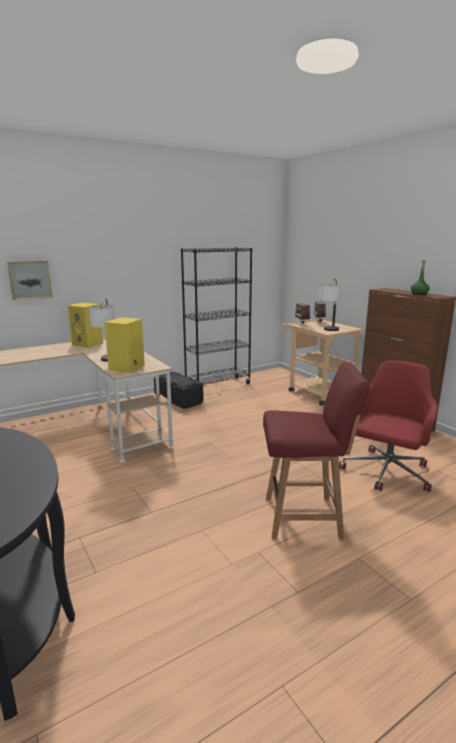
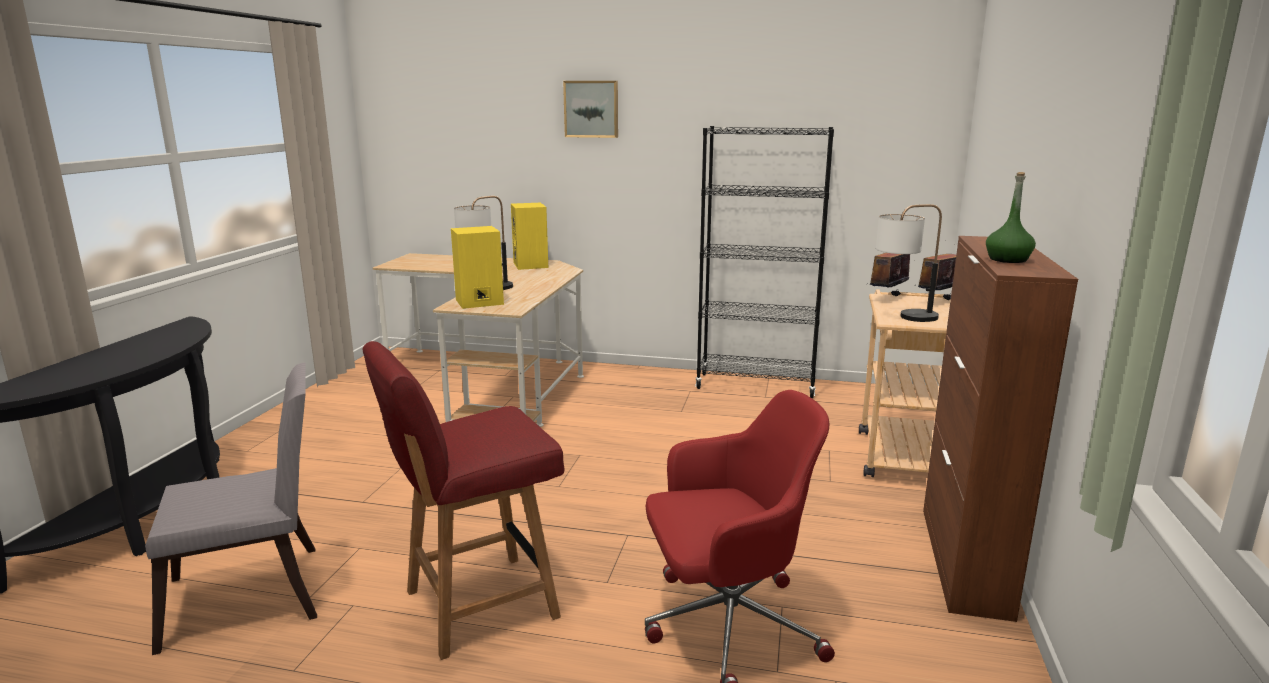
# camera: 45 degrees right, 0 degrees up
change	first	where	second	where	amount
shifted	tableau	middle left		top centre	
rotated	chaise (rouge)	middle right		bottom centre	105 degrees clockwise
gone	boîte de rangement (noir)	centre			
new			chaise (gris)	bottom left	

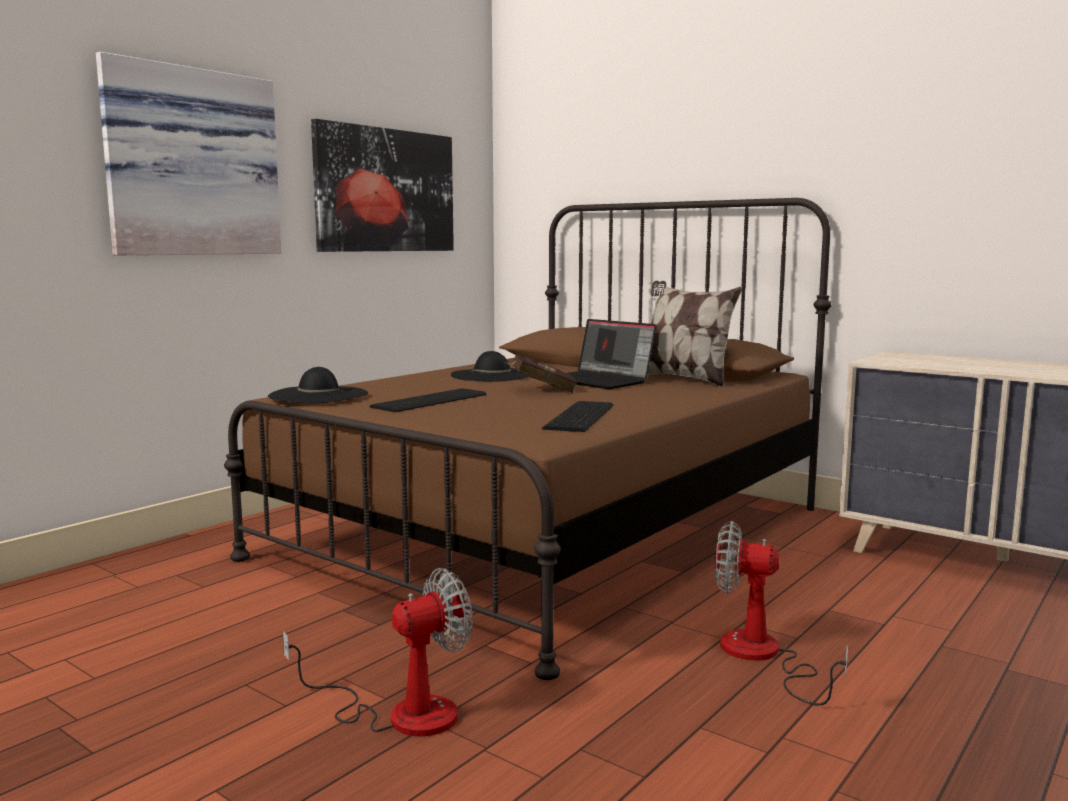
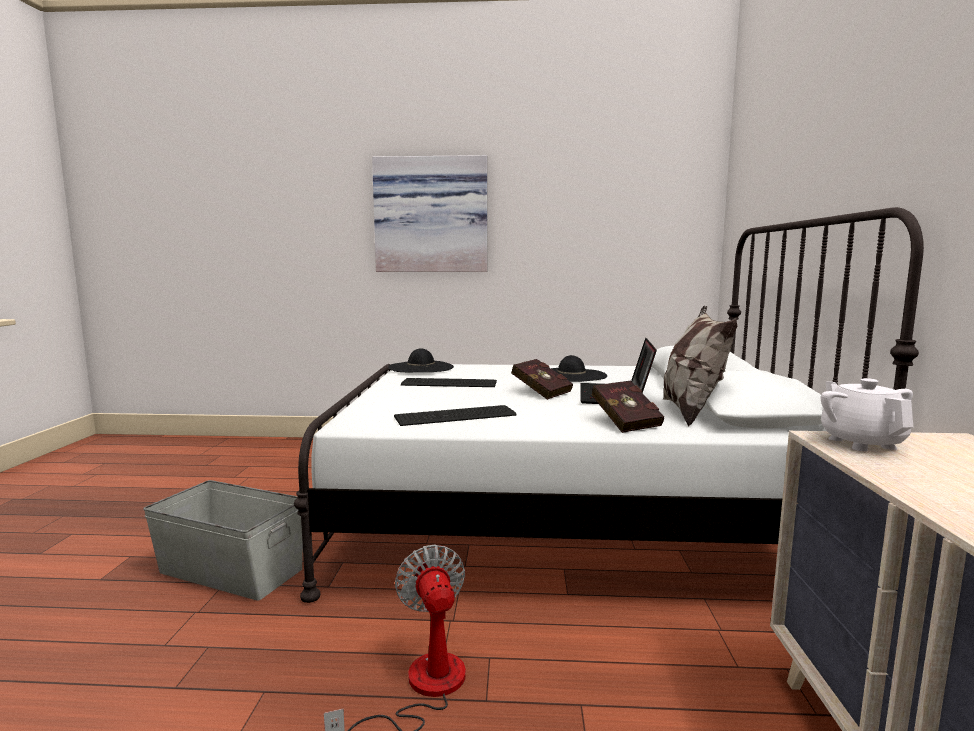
# camera: 55 degrees right, 0 degrees up
change	first	where	second	where	amount
gone	tableau (no. 2 from left)	top centre			
repainted	lit (marron)	centre	lit (blanc)	centre	
swapped	ventilateur (no. 1 from left)	bottom centre	boîte de rangement (gris)	bottom left	
new			théière (blanc)	middle right	
new			livre (rouge) (no. 2 from left)	centre	

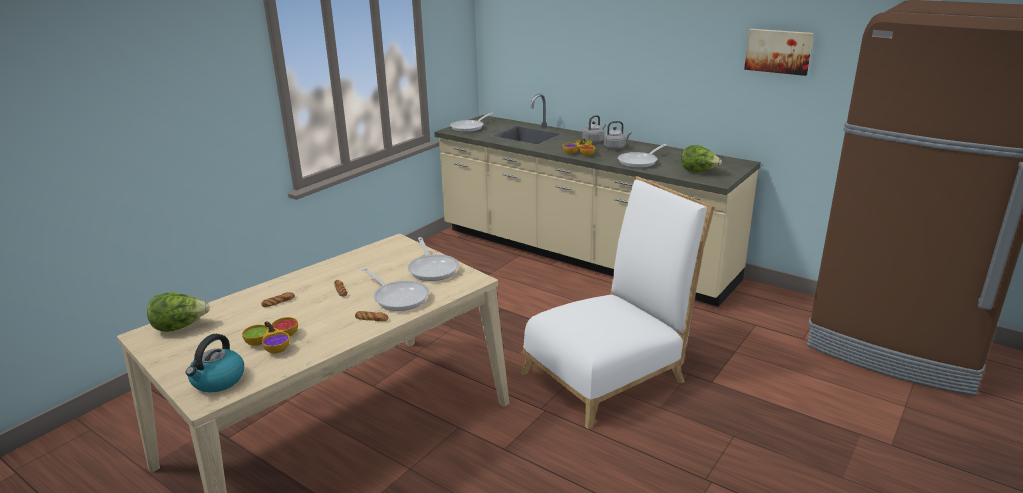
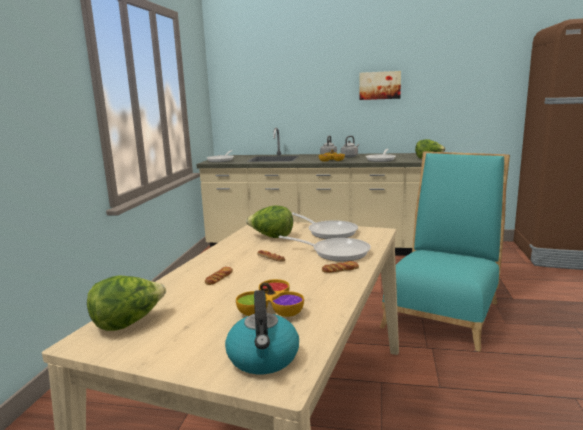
# camera: 25 degrees left, 10 degrees down
change	first	where	second	where	amount
shifted	tableau	top right		top centre	
repainted	chaise (blanc)	centre	chaise (turquoise)	middle right	
new			laitue (no. 2 from left)	centre	

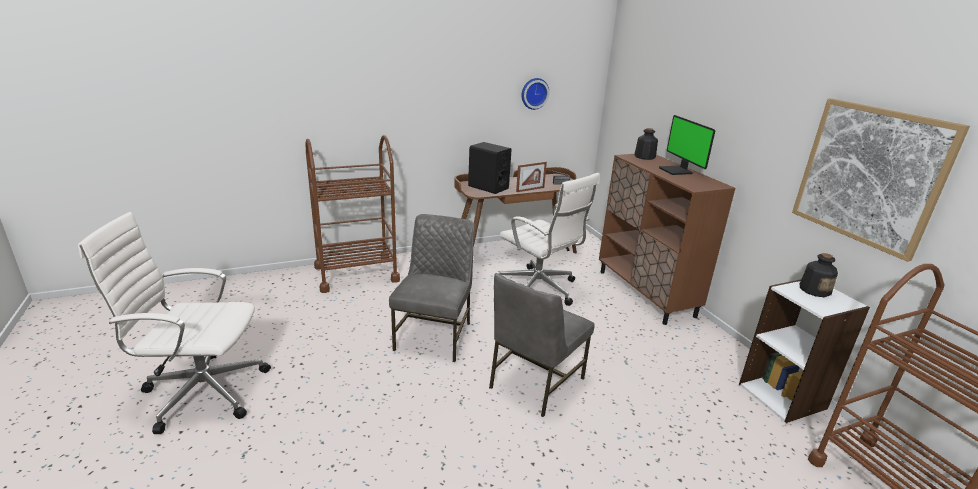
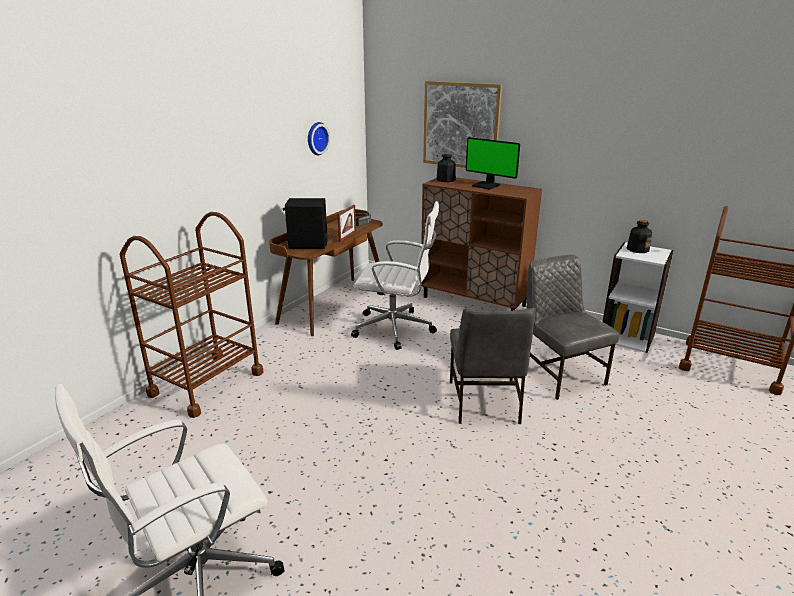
# camera: 35 degrees left, 0 degrees up
change	first	where	second	where	amount
shifted	tableau	middle right		top centre	
shifted	chaise (gris) (no. 1 from left in the first image)	centre	chaise (gris) (no. 2 from left)	middle right	

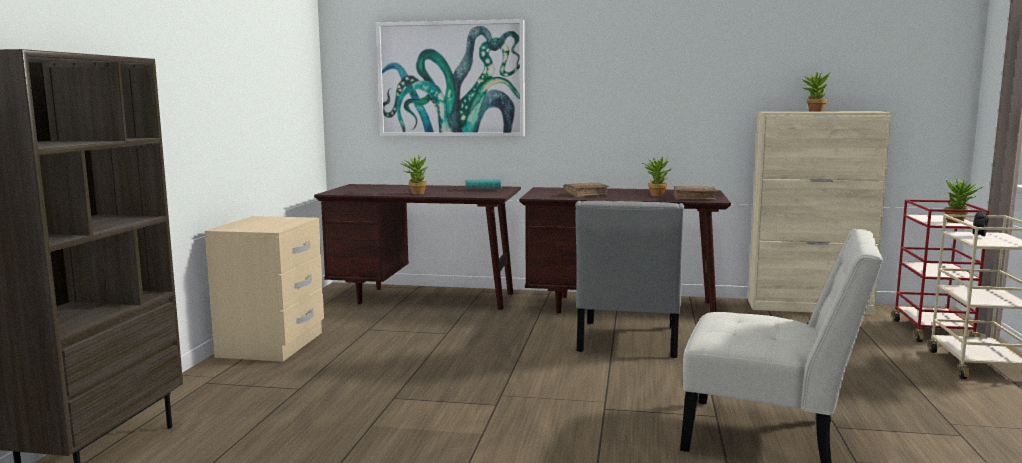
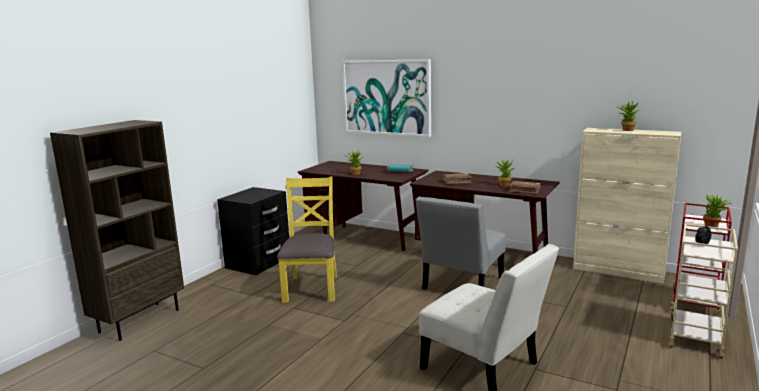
# camera: 20 degrees right, 5 degrees up
change	first	where	second	where	amount
repainted	table de chevet (beige)	middle left	table de chevet (noir)	centre	
new			chaise (jaune)	centre	

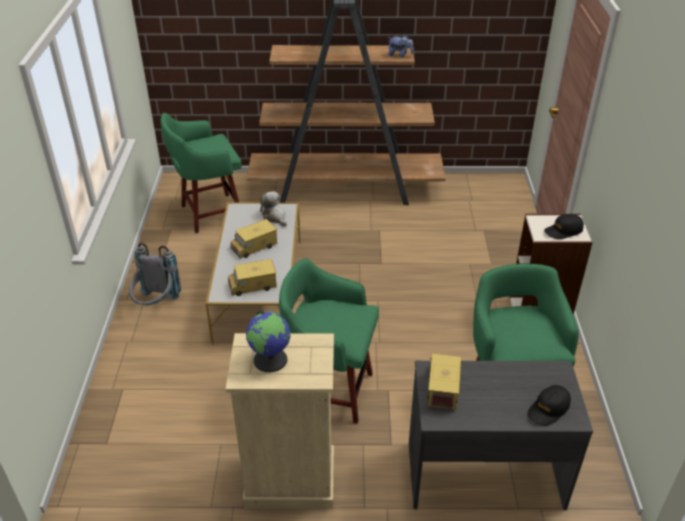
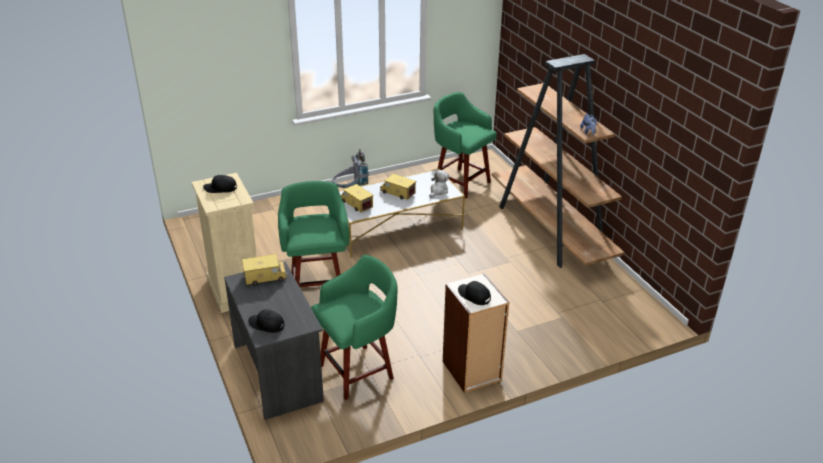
# camera: 65 degrees right, 5 degrees down
change	first	where	second	where	amount
swapped	globe	centre	casquette (noir) (no. 1 from left)	middle left	

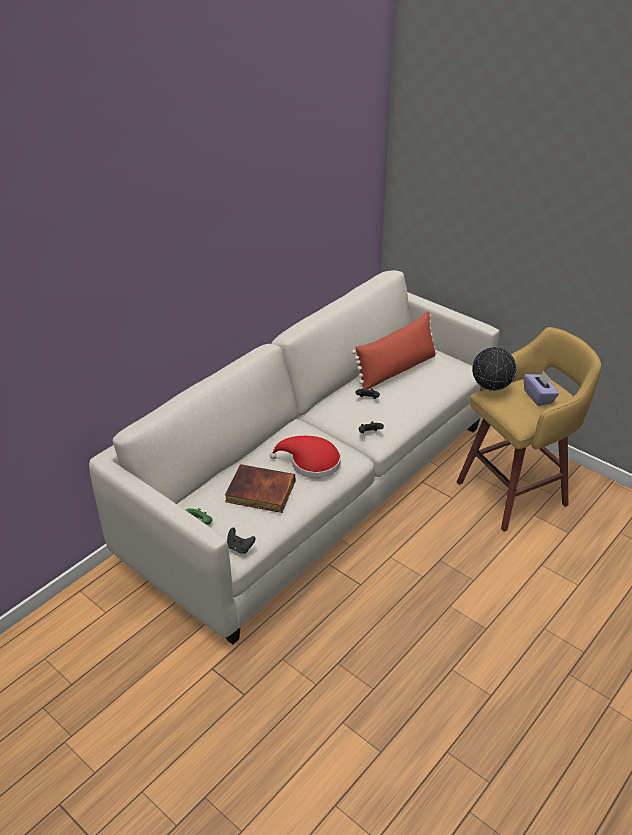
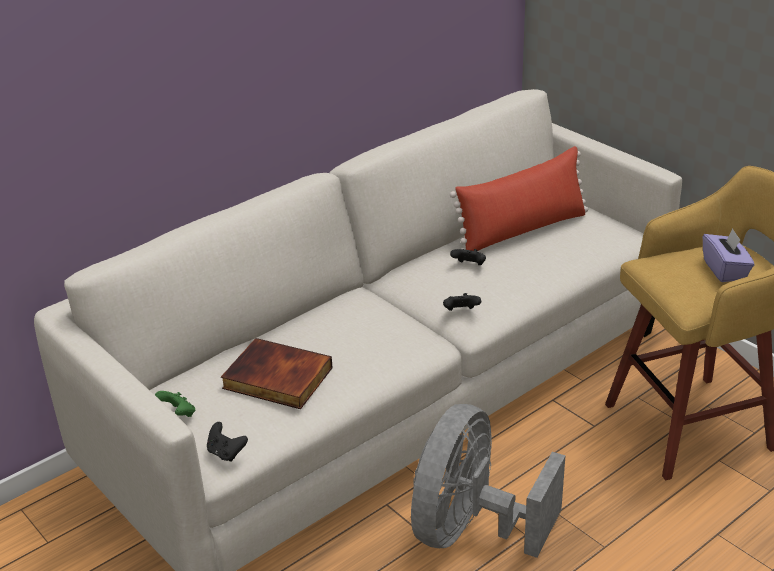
# camera: 10 degrees right, 5 degrees down
change	first	where	second	where	amount
gone	globe	middle right			
gone	chapeau (rouge)	centre			
new			ventilateur (gris)	bottom centre	

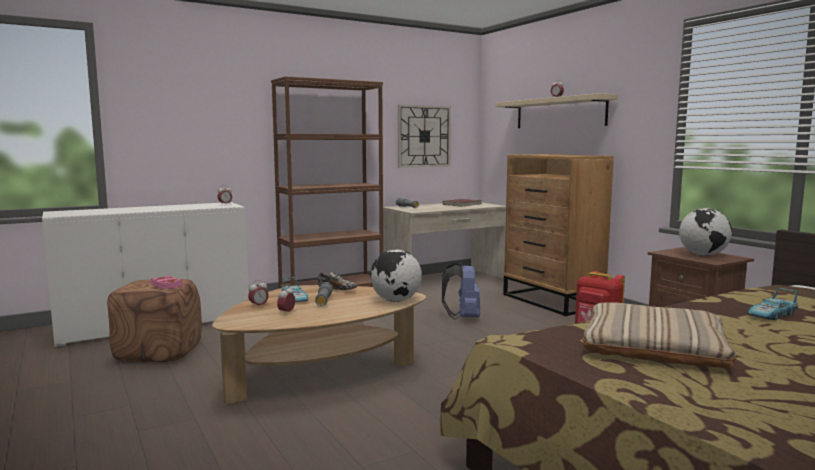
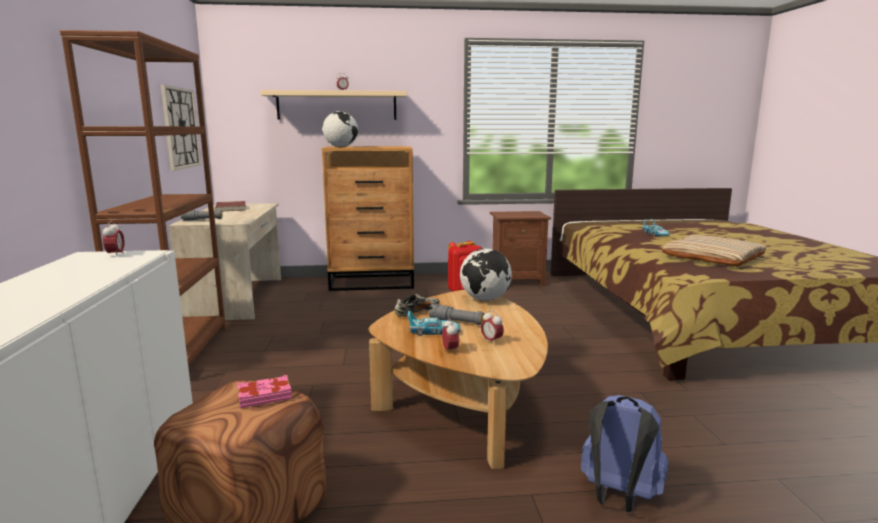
# camera: 65 degrees left, 5 degrees up
change	first	where	second	where	amount
shifted	globe (no. 2 from left in the first image)	middle right	globe (no. 1 from left)	top centre	
shifted	sac à dos (bleu)	centre		bottom right	

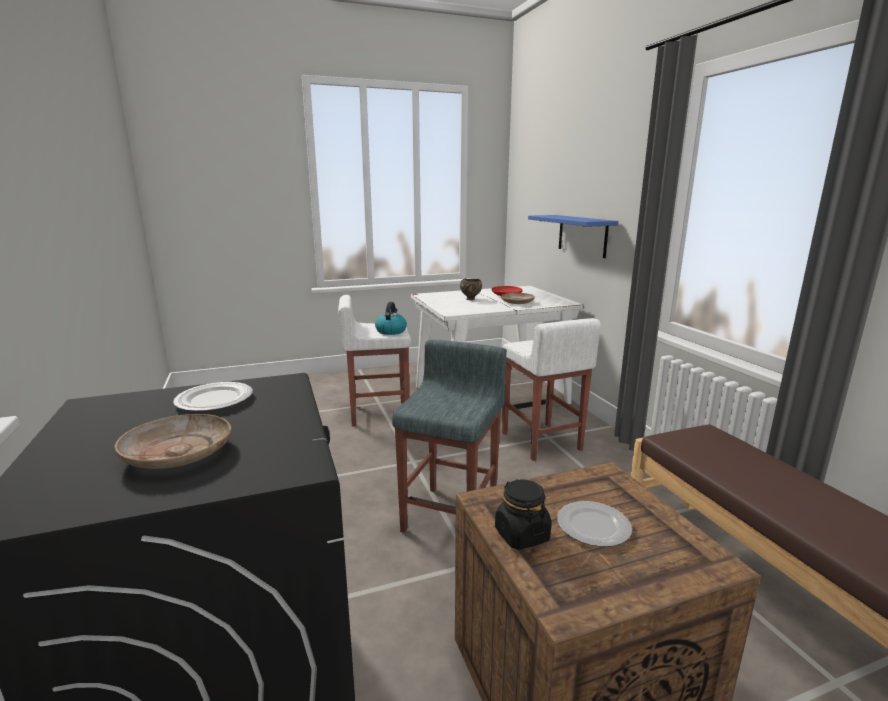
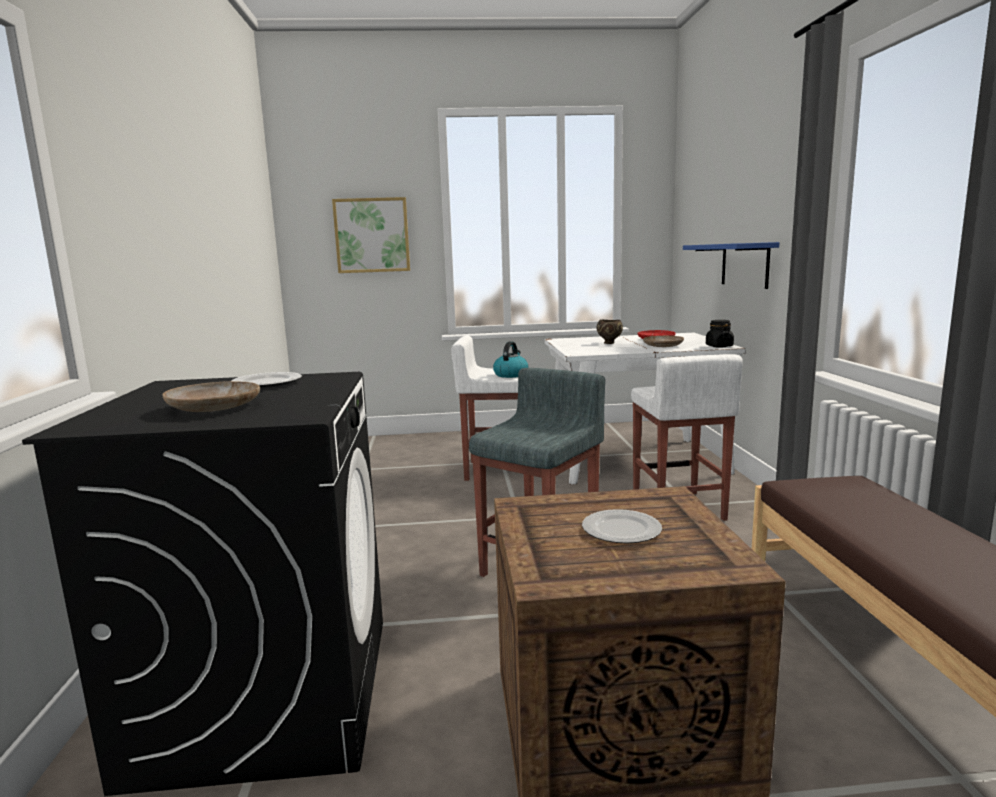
# camera: 15 degrees right, 5 degrees down
change	first	where	second	where	amount
shifted	bocal (noir)	bottom centre		middle right	
new			tableau	top centre	

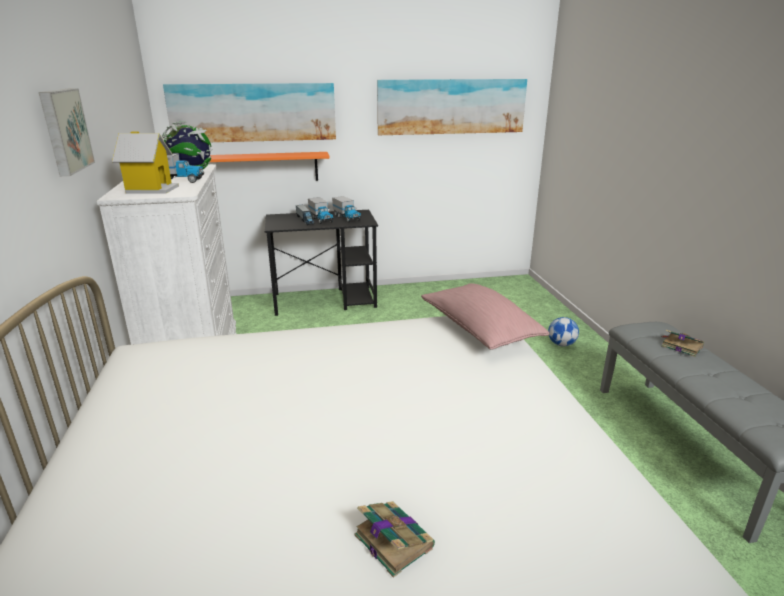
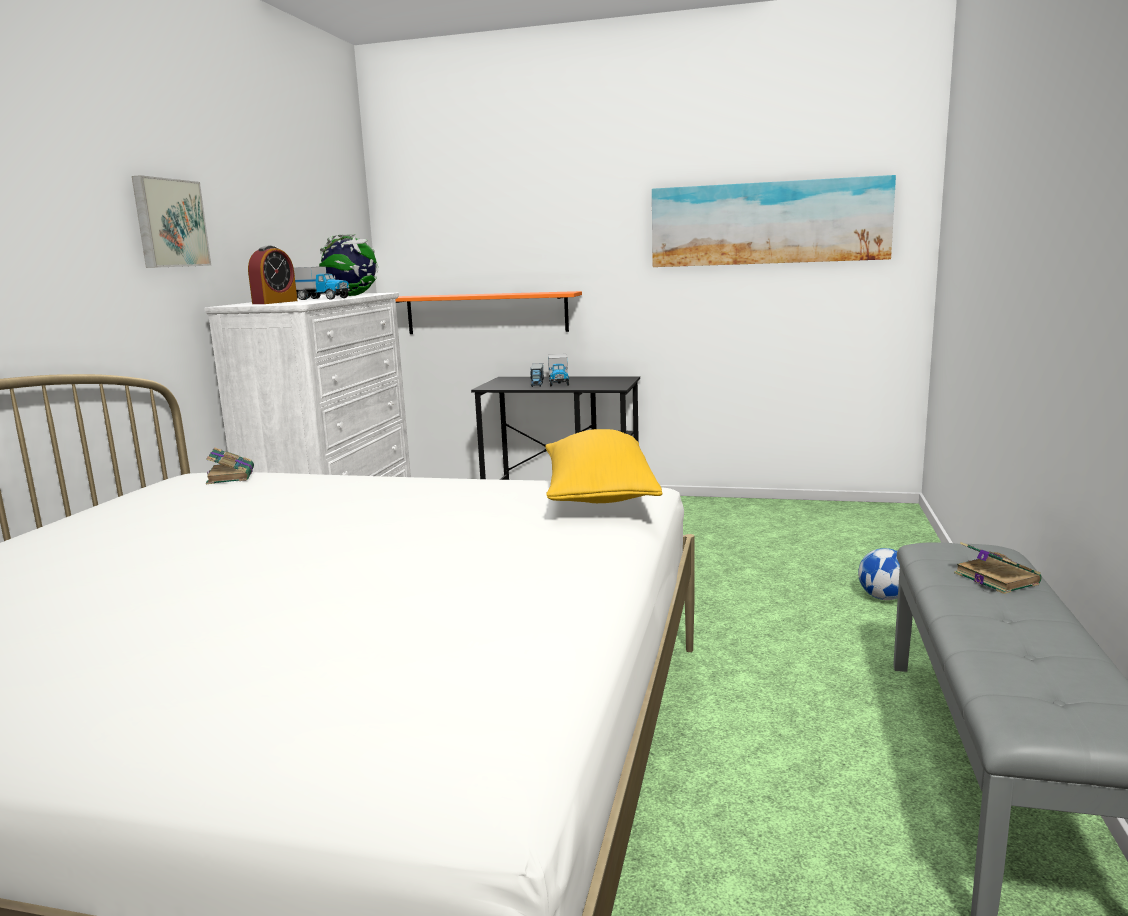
# camera: 25 degrees right, 10 degrees down
change	first	where	second	where	amount
gone	tableau (no. 2 from left)	top left			
swapped	maison miniature	top left	réveil	top left	
gone	camion jouet (no. 4 from left)	centre			
repainted	coussin (rose)	centre	coussin (jaune)	centre	
shifted	livre (no. 1 from left)	bottom centre		middle left	

